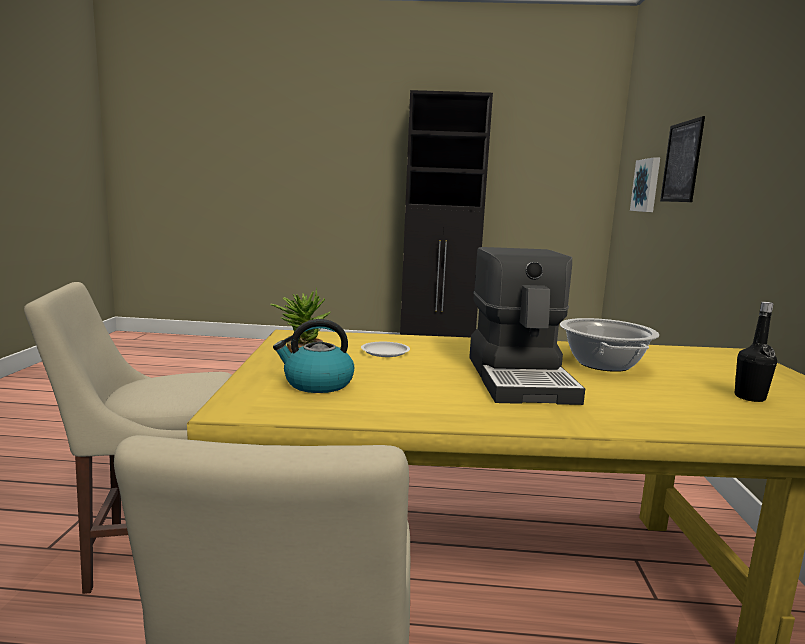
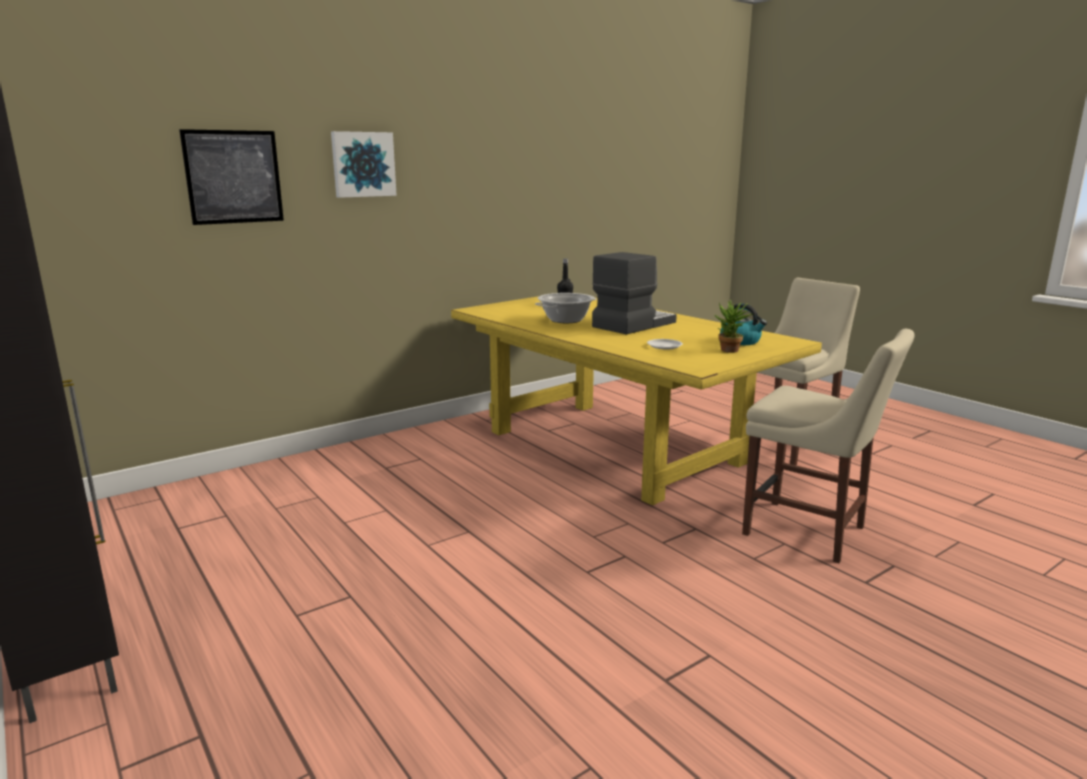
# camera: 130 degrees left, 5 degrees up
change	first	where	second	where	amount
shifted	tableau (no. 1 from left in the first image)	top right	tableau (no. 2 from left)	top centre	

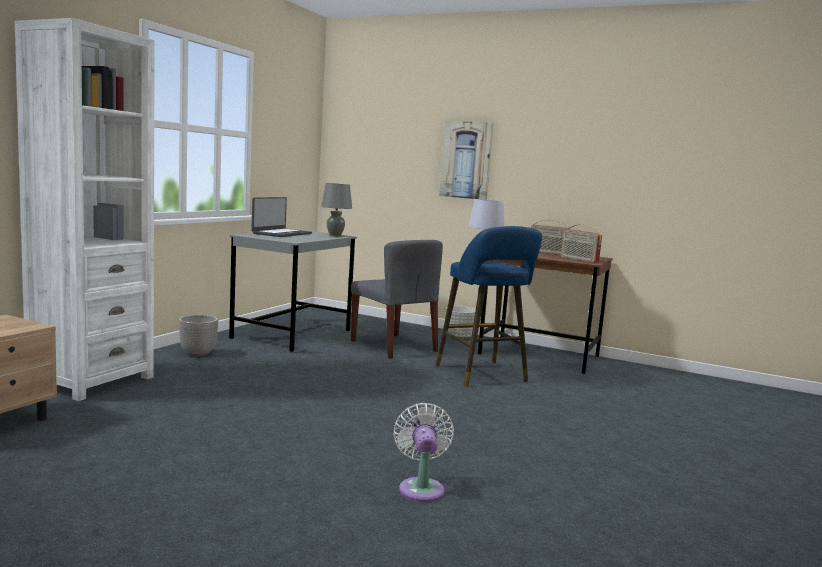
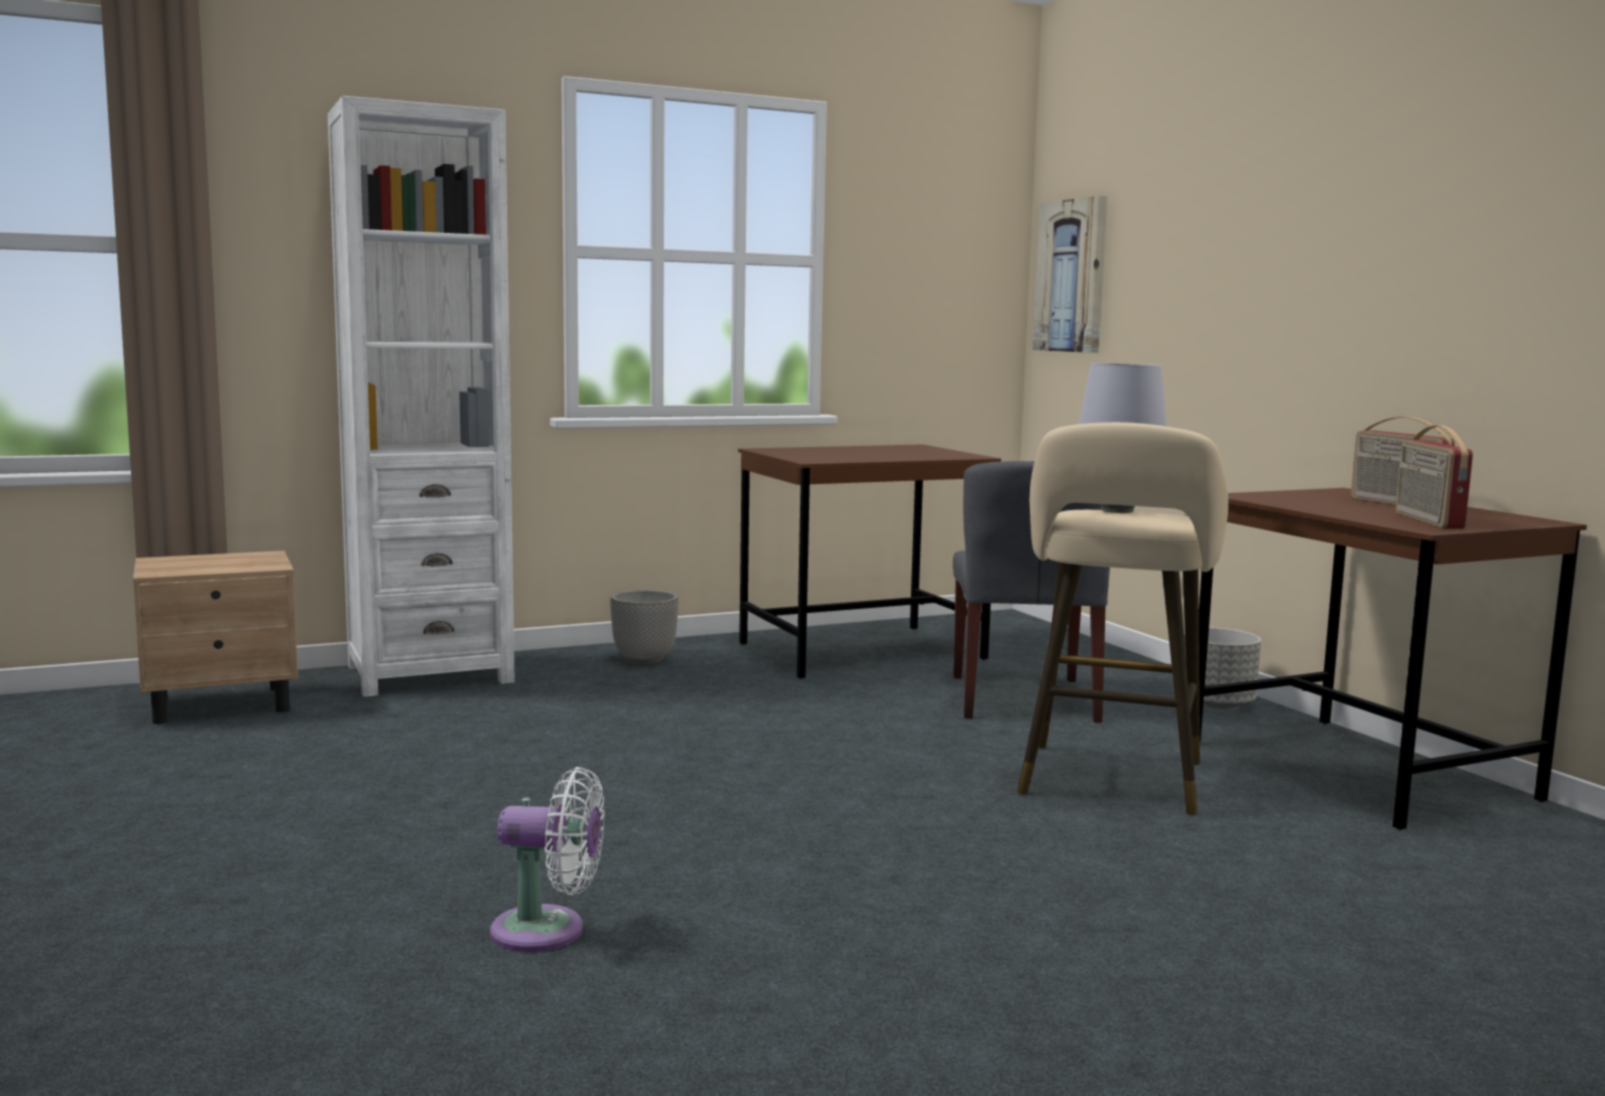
# camera: 40 degrees right, 0 degrees up
change	first	where	second	where	amount
shifted	tableau	top centre		top right	
gone	lampe de table (gris) (no. 1 from left)	centre			
gone	ordinateur portable	centre			
repainted	tabouret (bleu)	centre	tabouret (beige)	middle right	
repainted	bureau (gris)	centre	bureau (marron) (no. 1 from left)	centre	
rotated	ventilateur (blanc)	bottom centre		bottom centre	60 degrees clockwise

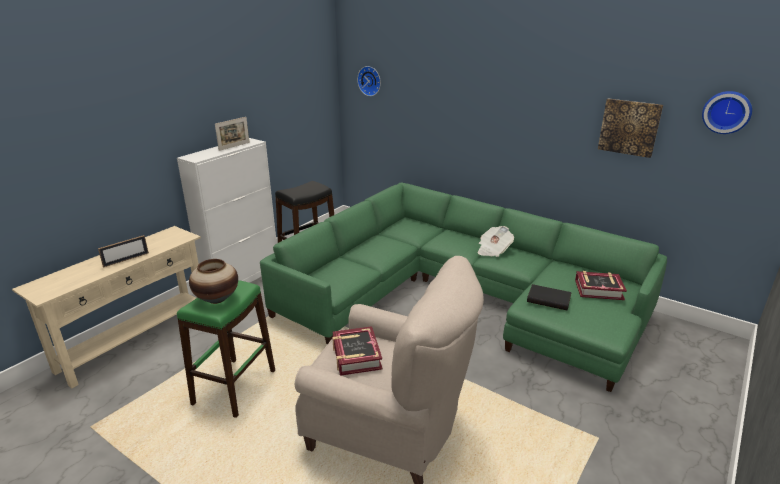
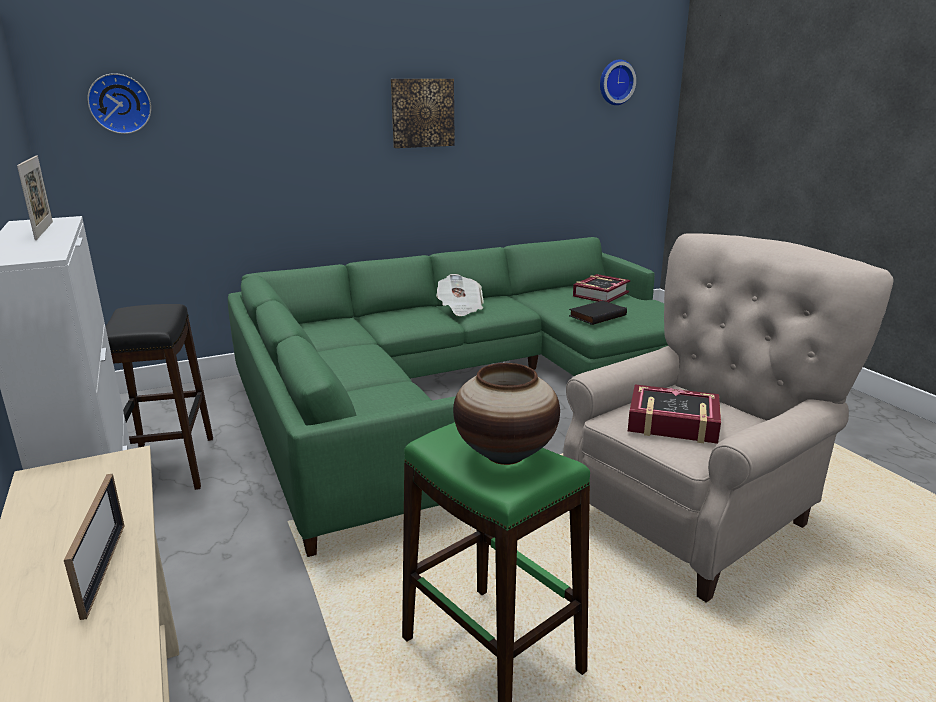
# camera: 60 degrees left, 5 degrees down
change	first	where	second	where	amount
shifted	tableau	top right		top centre	

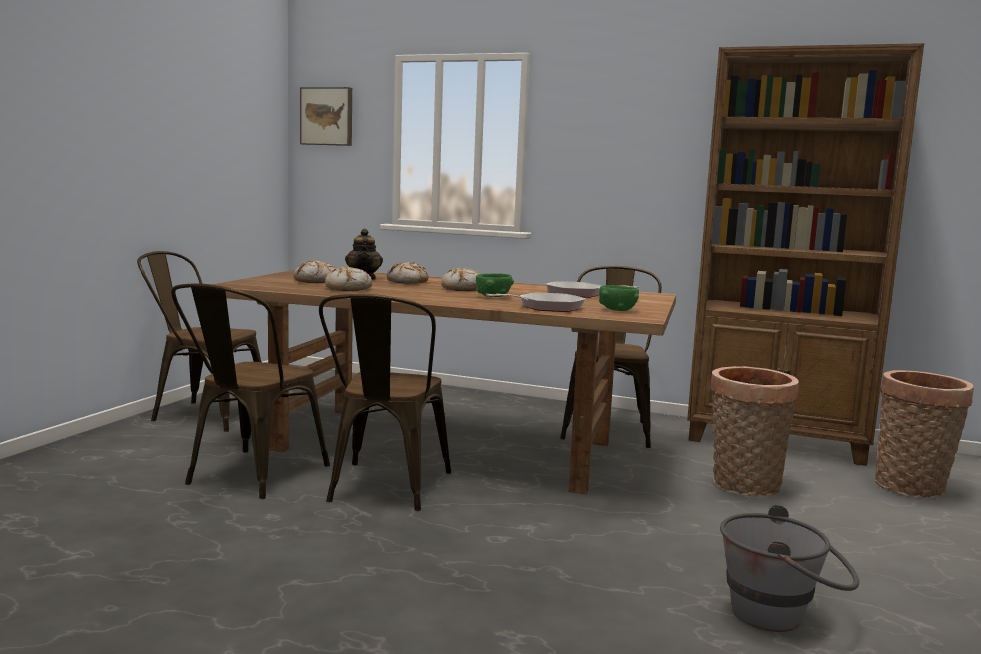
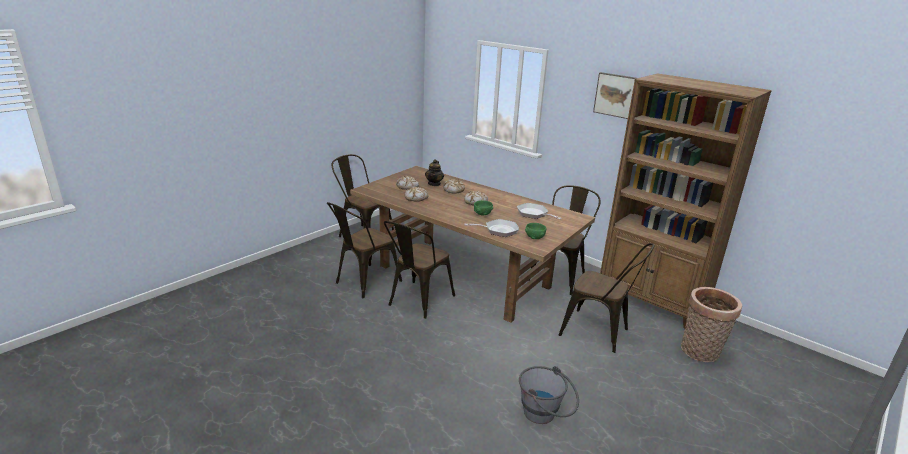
# camera: 20 degrees right, 15 degrees up
change	first	where	second	where	amount
shifted	tableau	top left		top right	
swapped	panier (no. 1 from left)	middle right	chaise (marron) (no. 5 from left)	middle right	

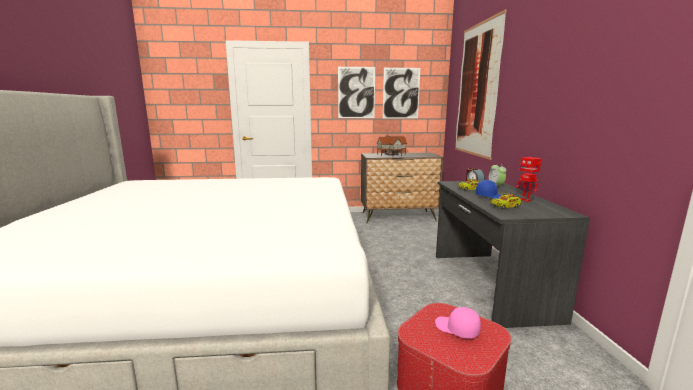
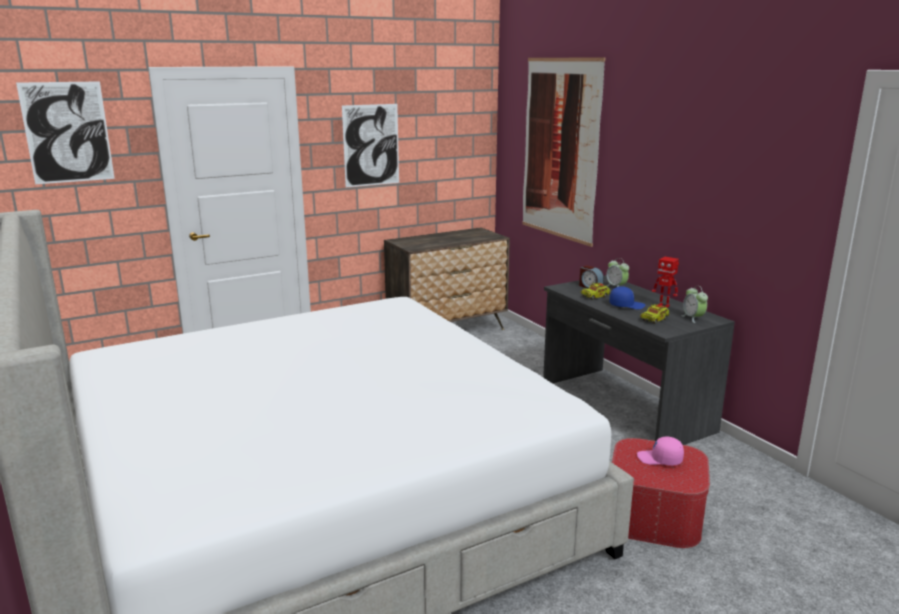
# camera: 25 degrees left, 5 degrees up
change	first	where	second	where	amount
shifted	tableau (no. 2 from left in the first image)	top centre	tableau (no. 1 from left)	top left	
gone	maison miniature	centre			
new			réveil (no. 3 from left)	middle right	

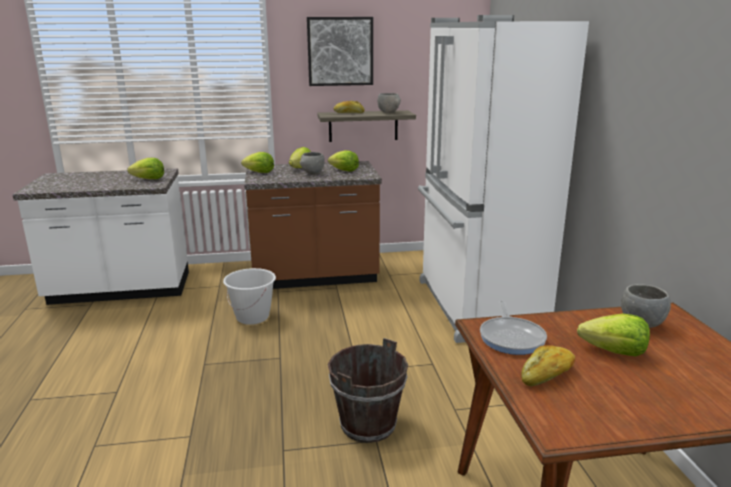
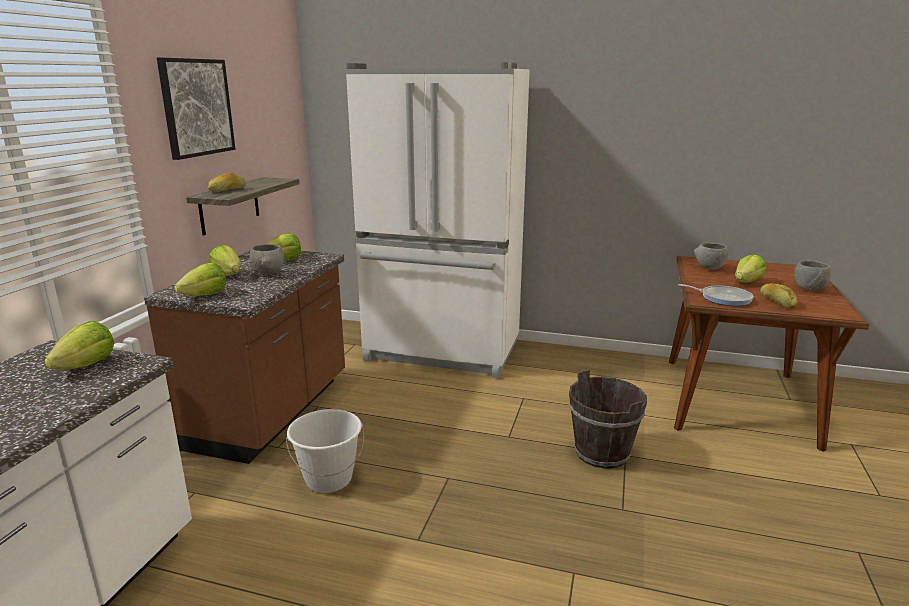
# camera: 65 degrees left, 0 degrees up
change	first	where	second	where	amount
shifted	bol (gris) (no. 2 from left in the first image)	top centre	bol (gris) (no. 3 from left)	middle right	

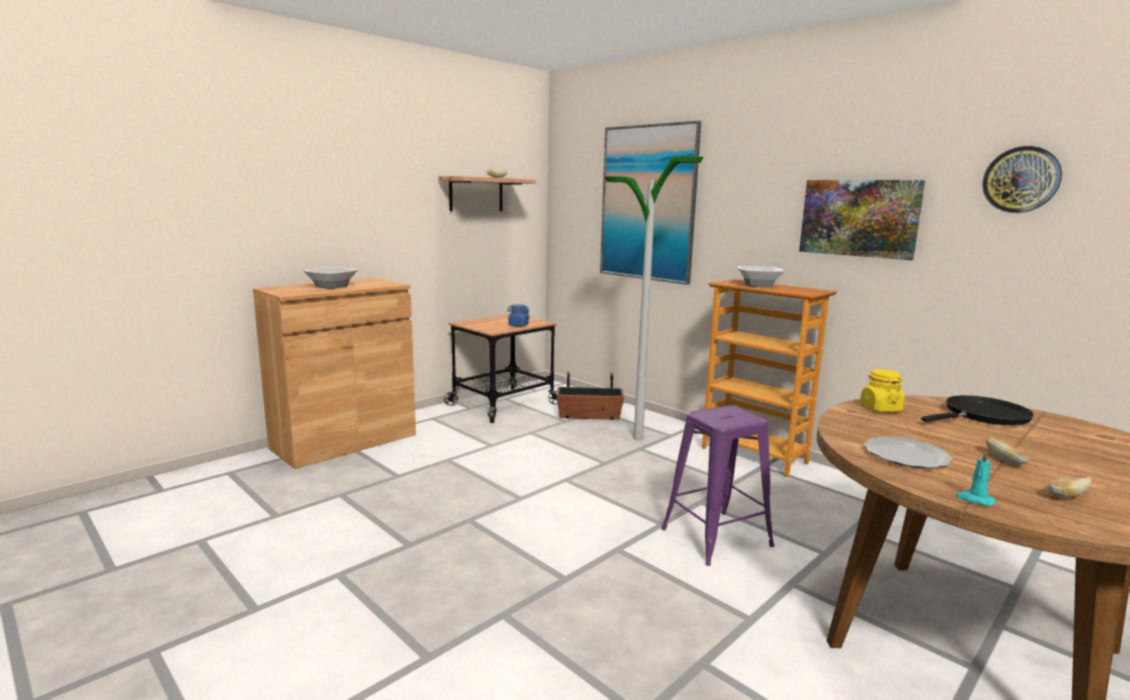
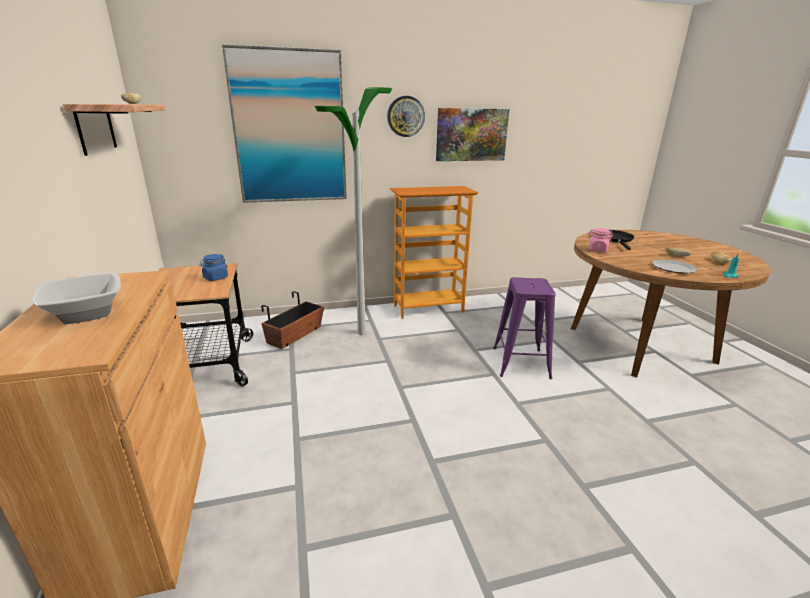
# camera: 60 degrees left, 10 degrees up
change	first	where	second	where	amount
shifted	horloge murale	top right		top centre	
gone	bol (no. 2 from left)	middle right			
repainted	bocal (jaune)	middle right	bocal (rose)	middle right	

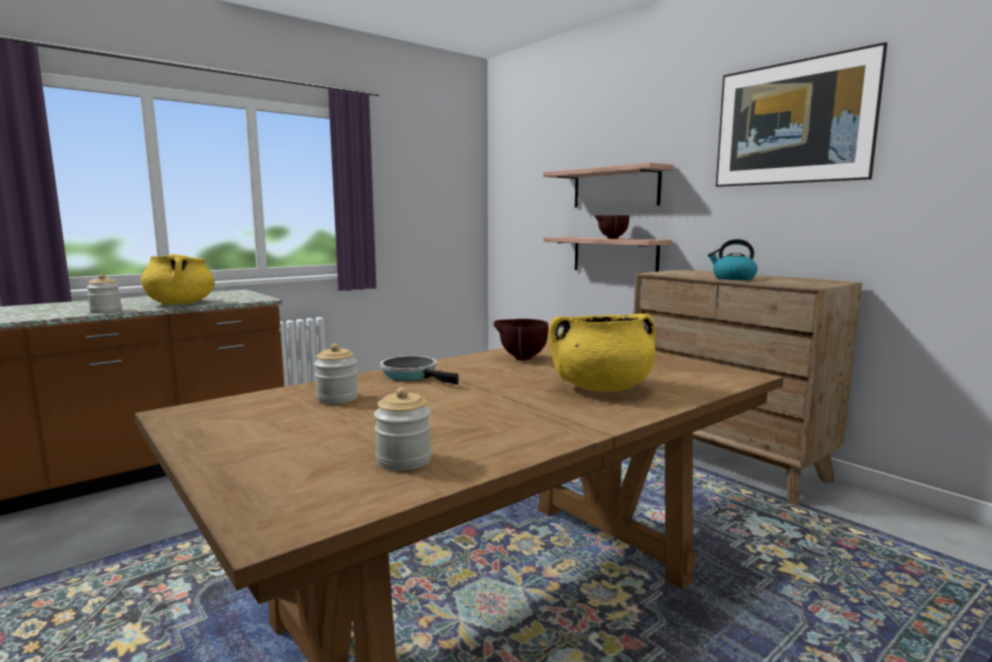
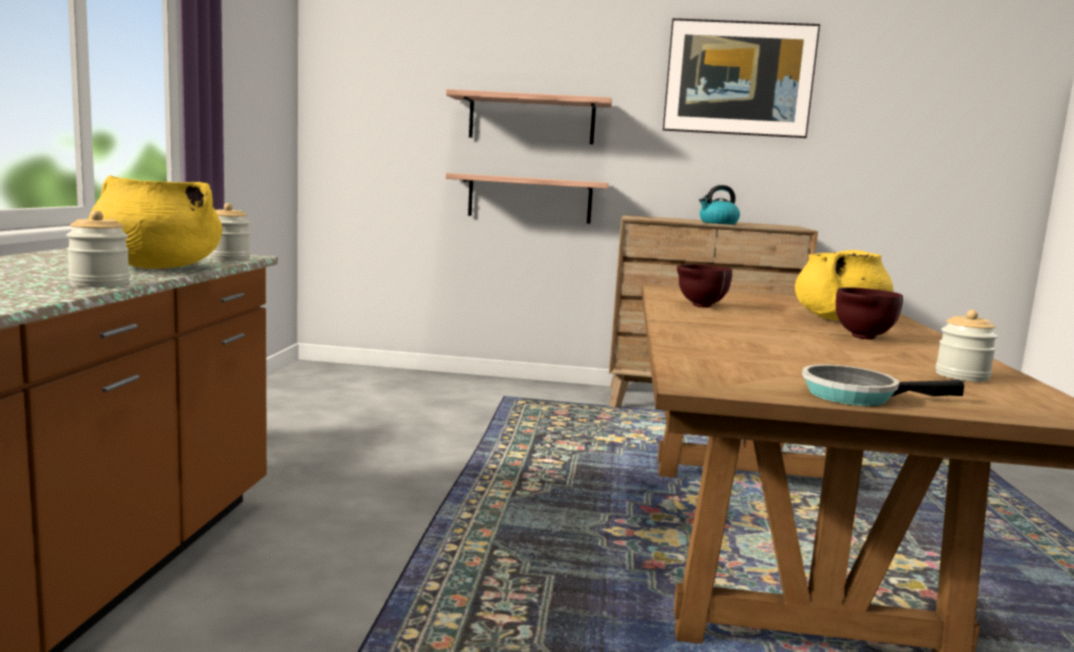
# camera: 45 degrees left, 0 degrees up
change	first	where	second	where	amount
shifted	bol (marron) (no. 2 from left)	centre		middle right	
shifted	bocal (no. 2 from left)	centre		middle left	
shifted	poêle	centre		middle right	

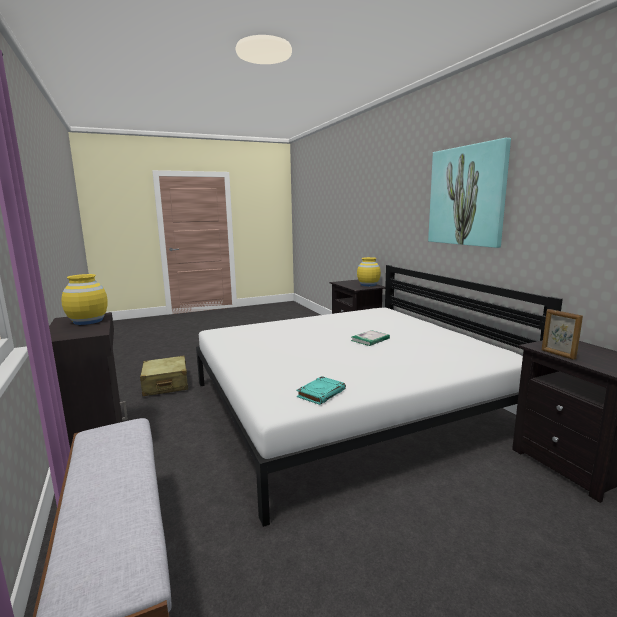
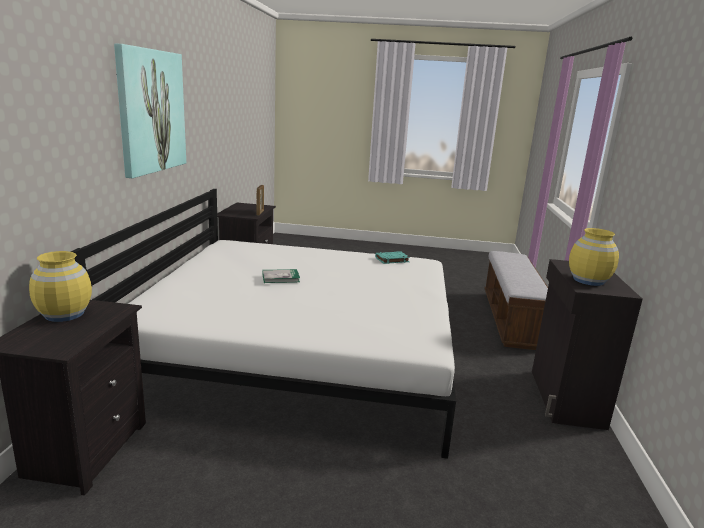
# camera: 150 degrees left, 5 degrees up
change	first	where	second	where	amount
gone	valise (beige)	middle left			

